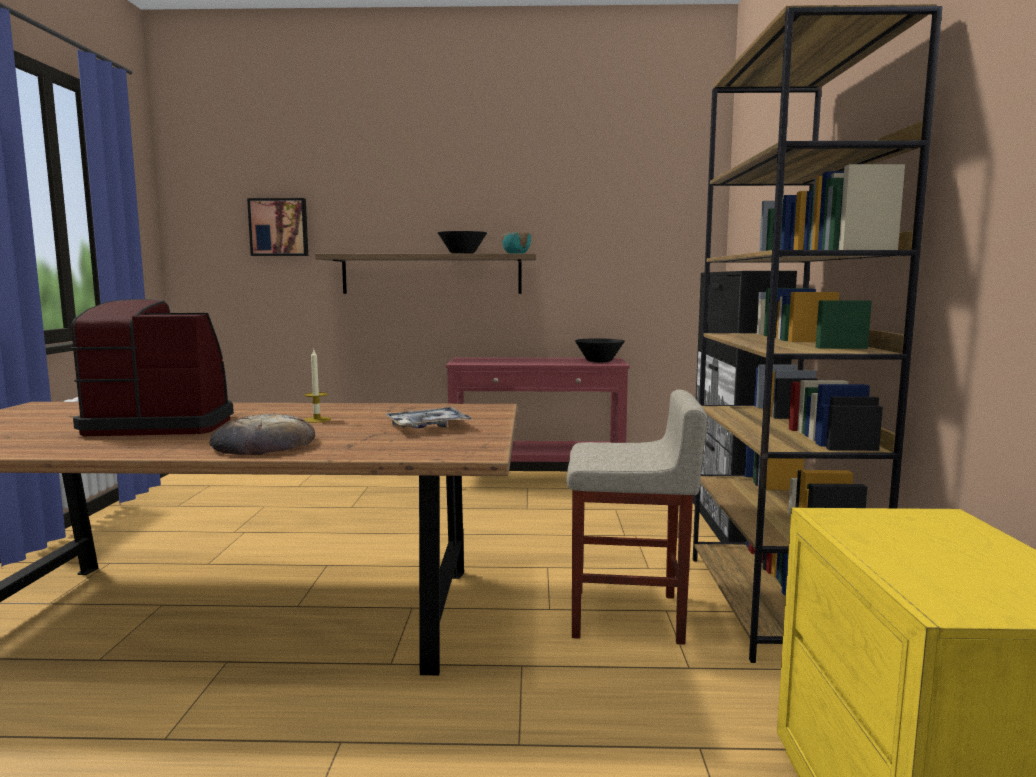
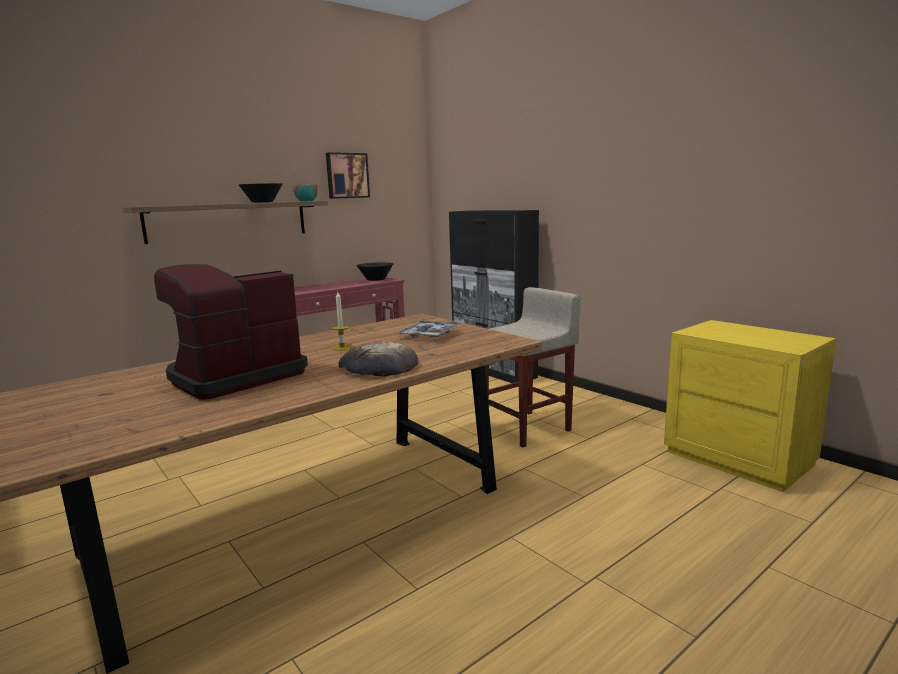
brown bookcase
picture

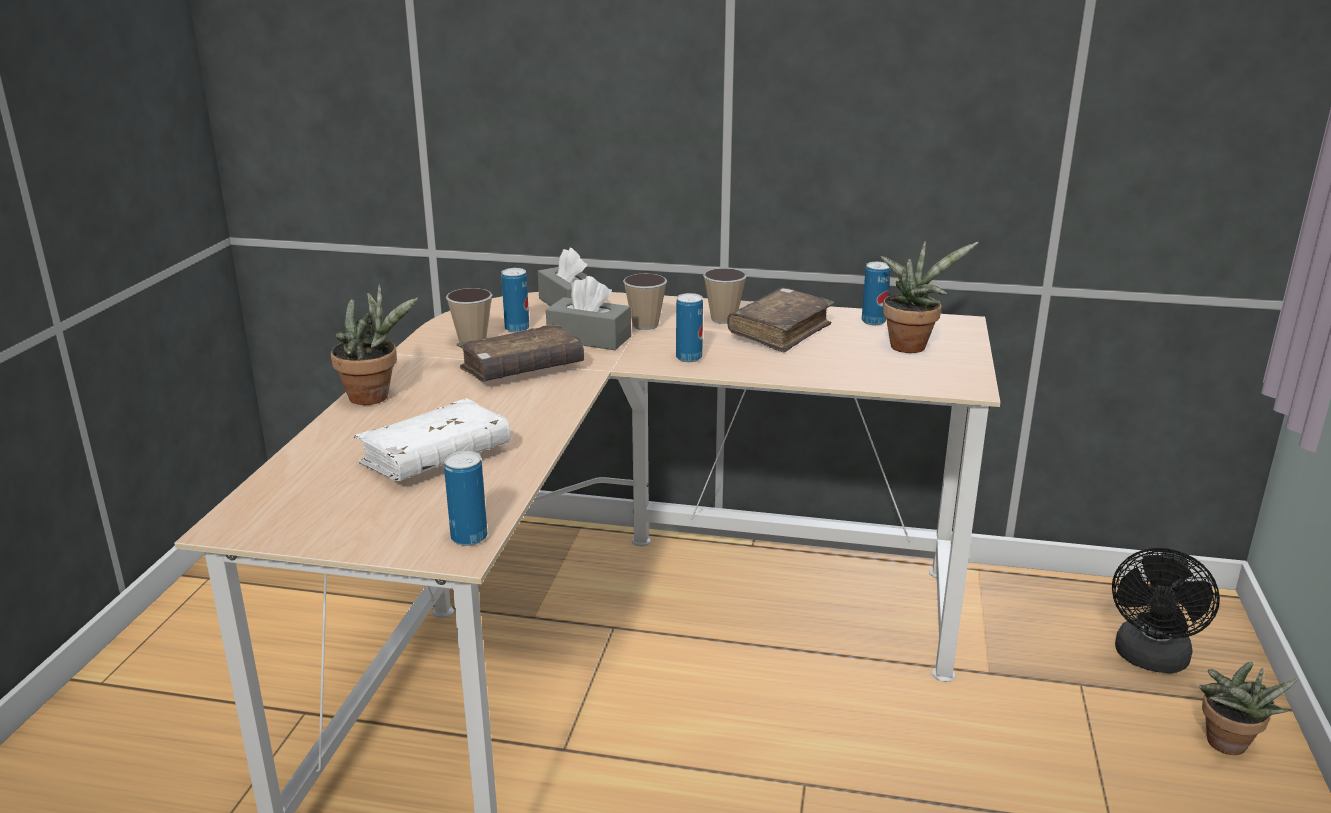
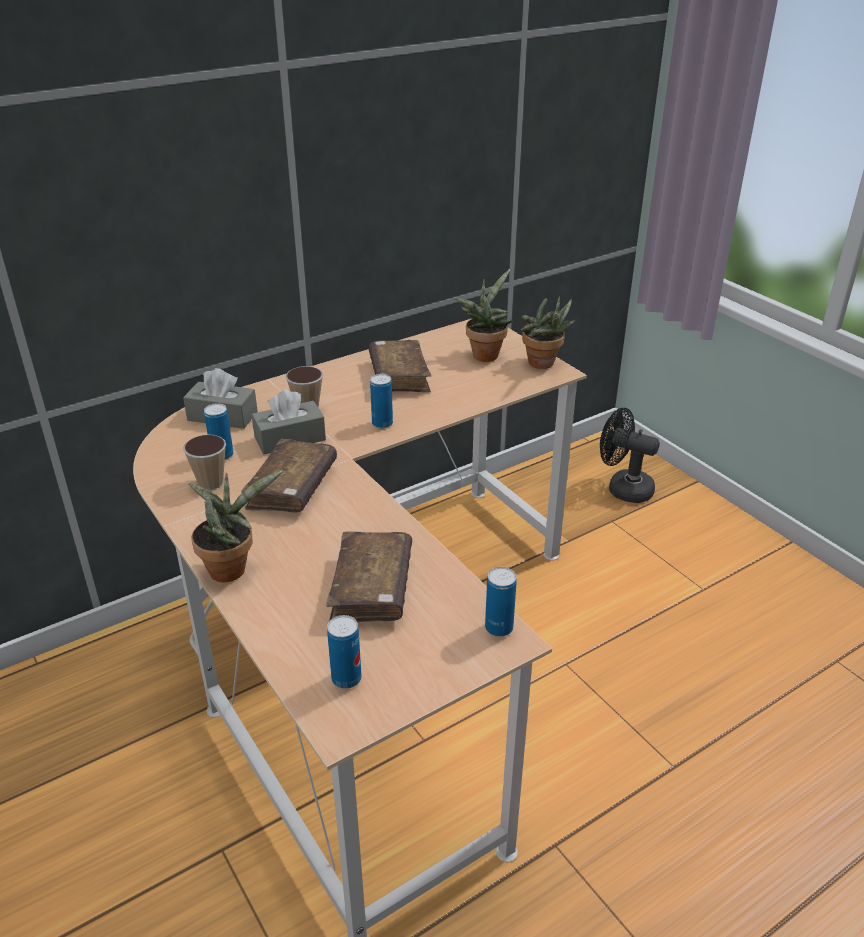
cup (no. 3 from left in the first image)
can (no. 2 from left)
potted plant (no. 3 from left)
brown book (no. 2 from left)
black fan

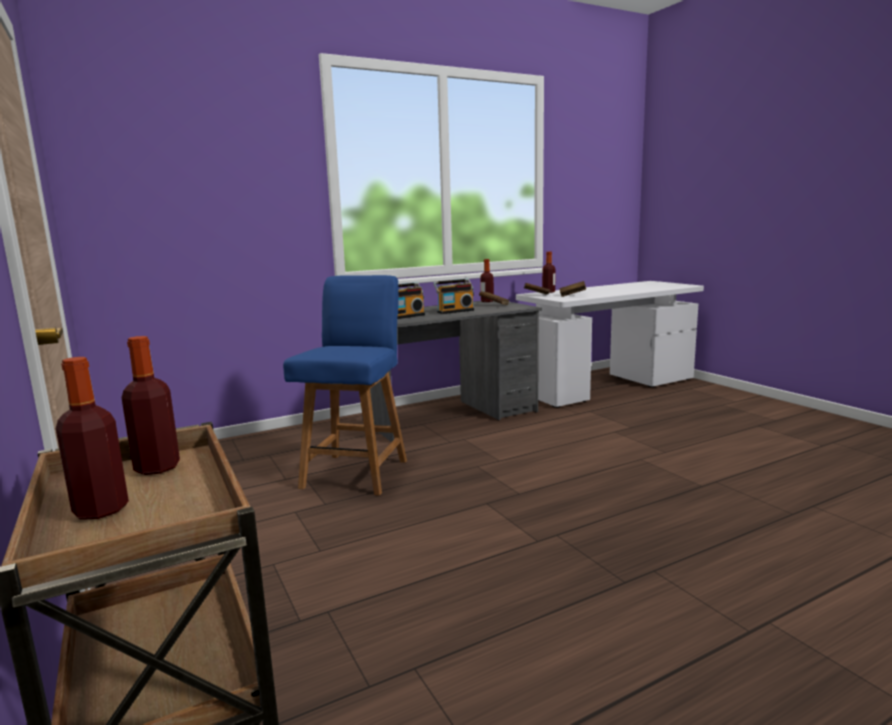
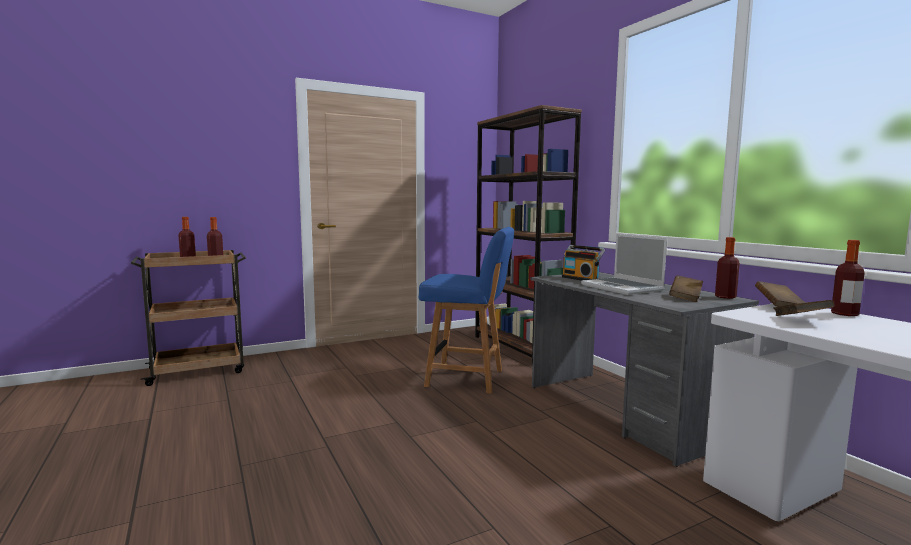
brown bookcase
laptop

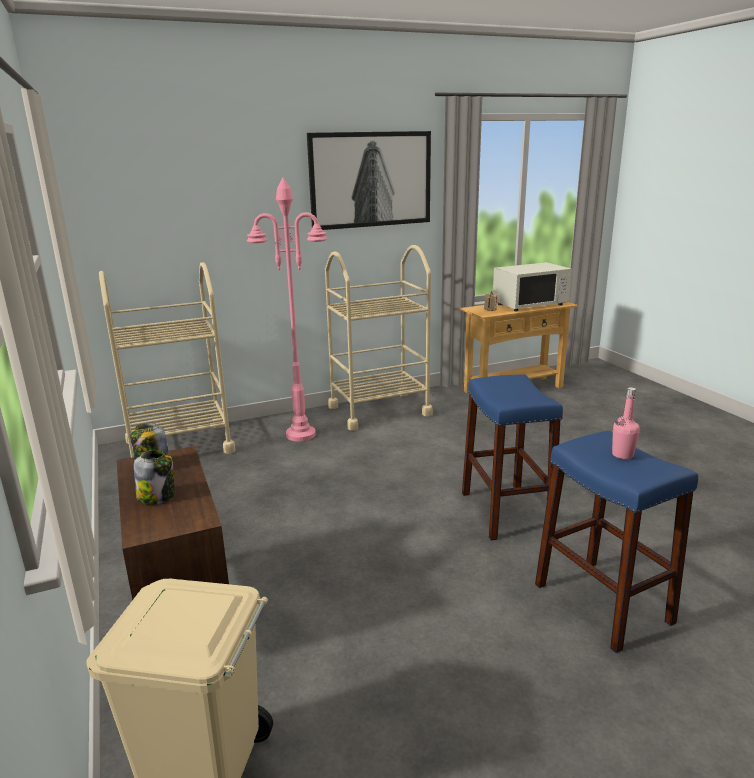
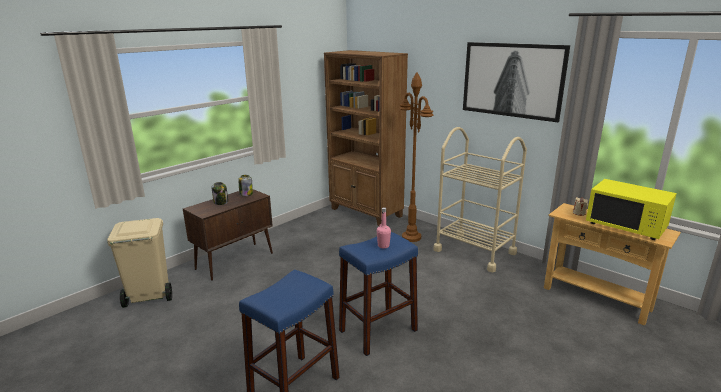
pink bottle
brown bookcase
brown floor lamp
yellow microwave

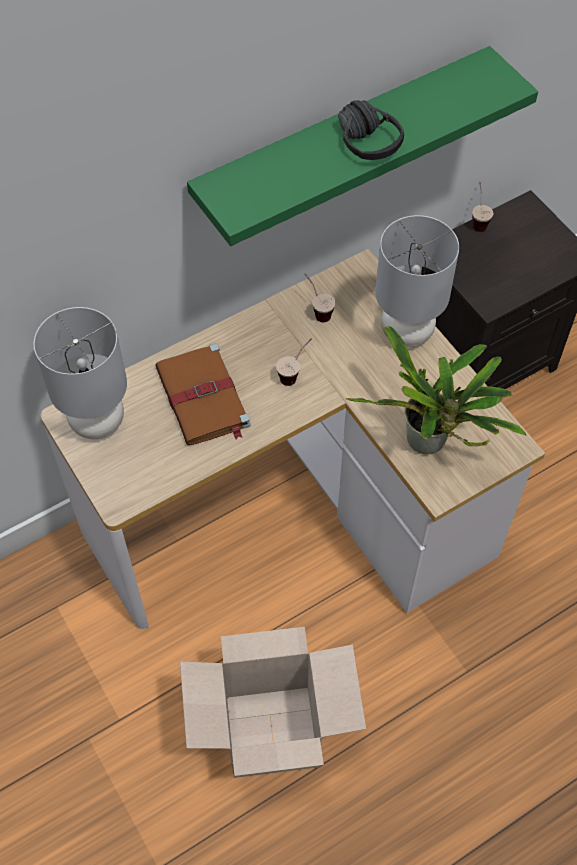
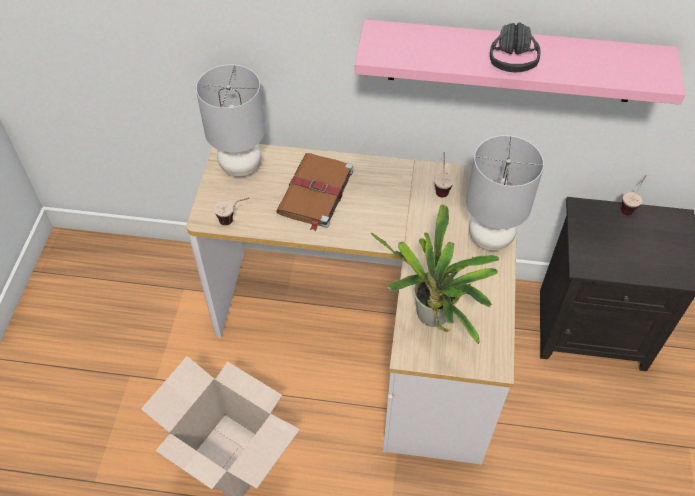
cup (no. 1 from left)
pink shelf

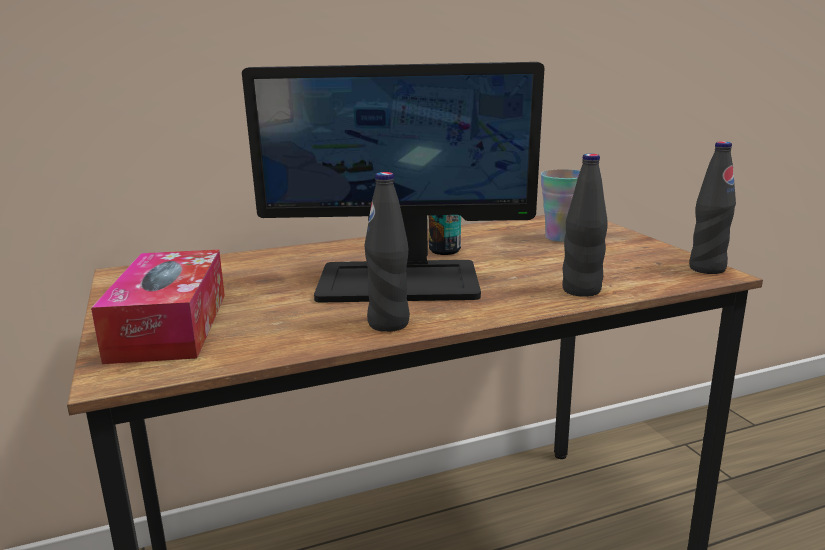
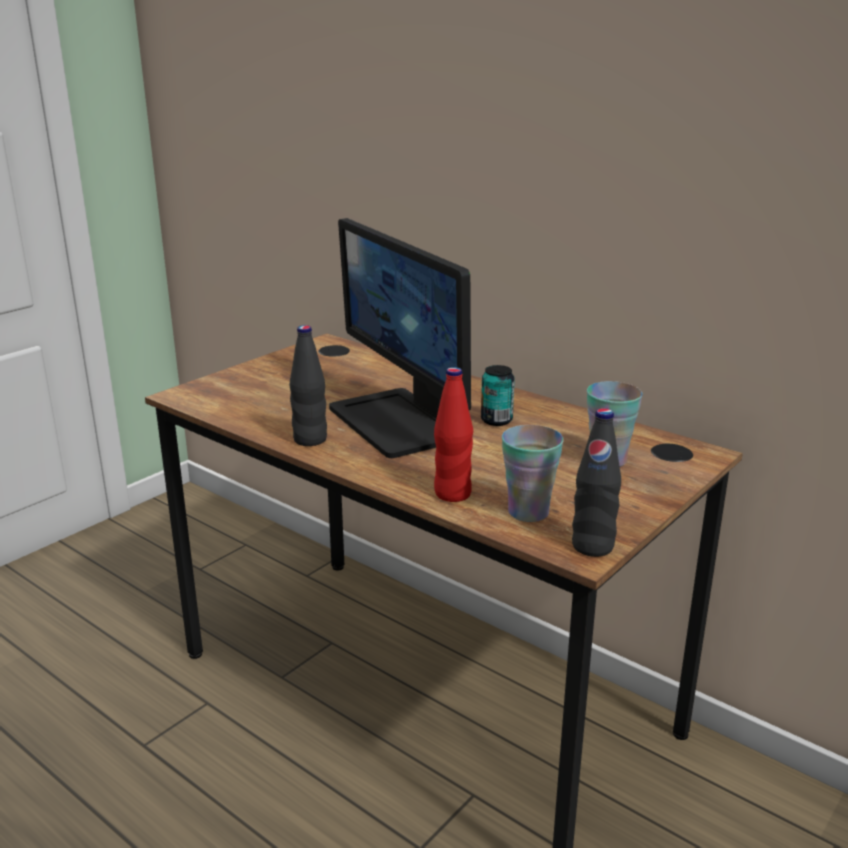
tissue box
cup (no. 1 from left)
red bottle

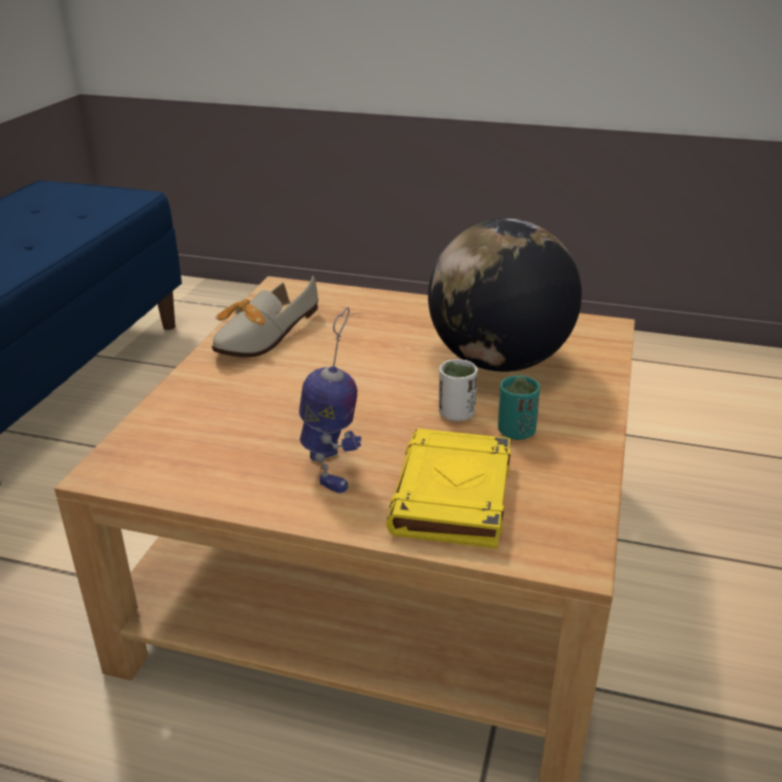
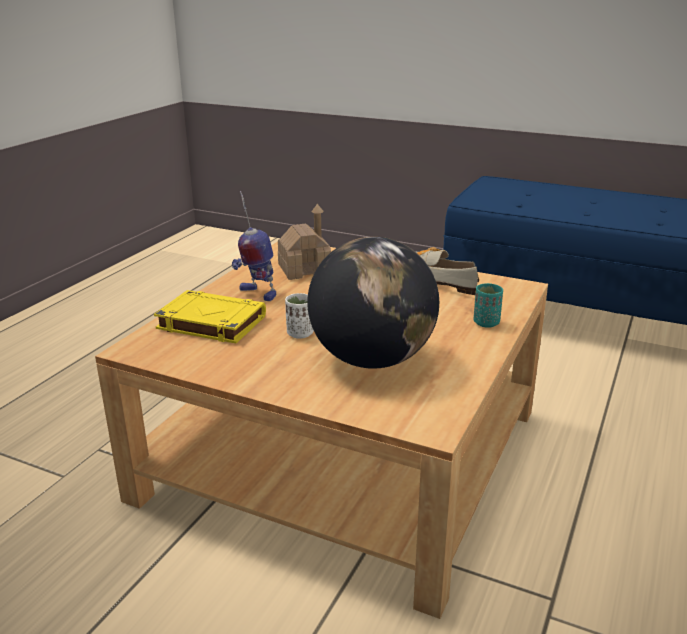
toy house
turquoise cup
toy robot

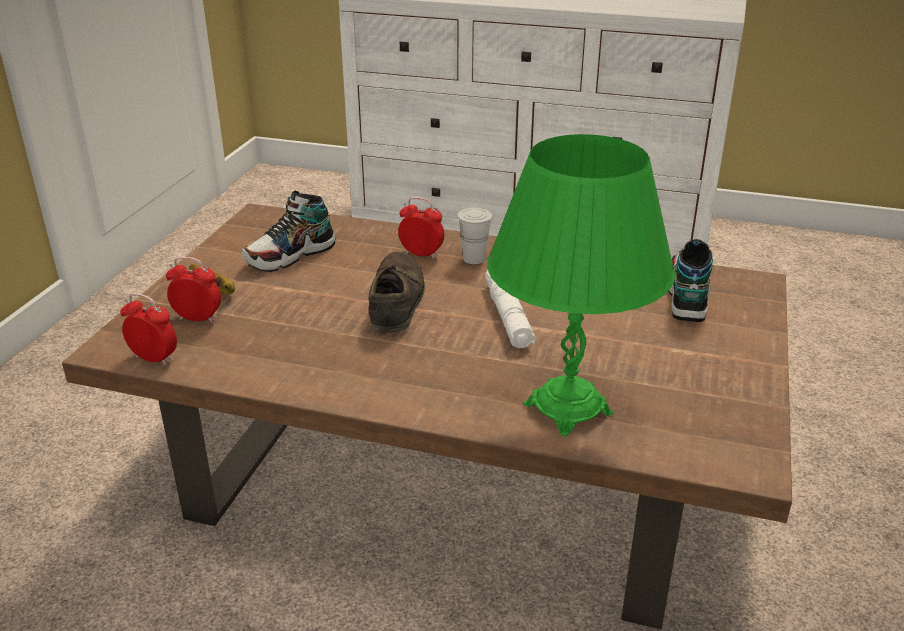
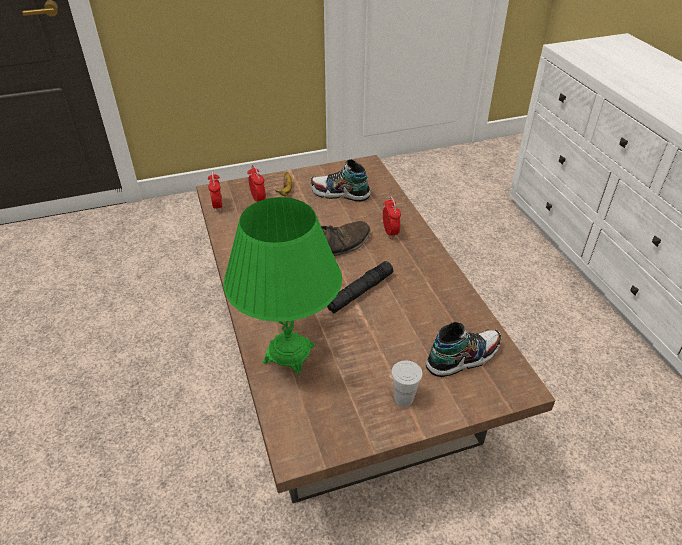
white cup
black flashlight

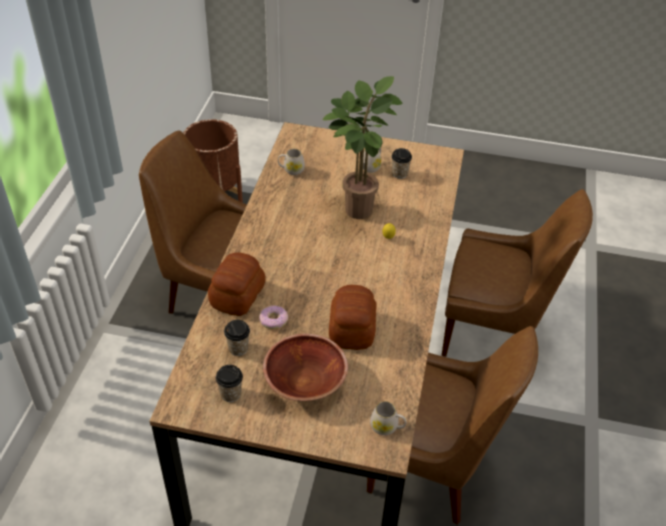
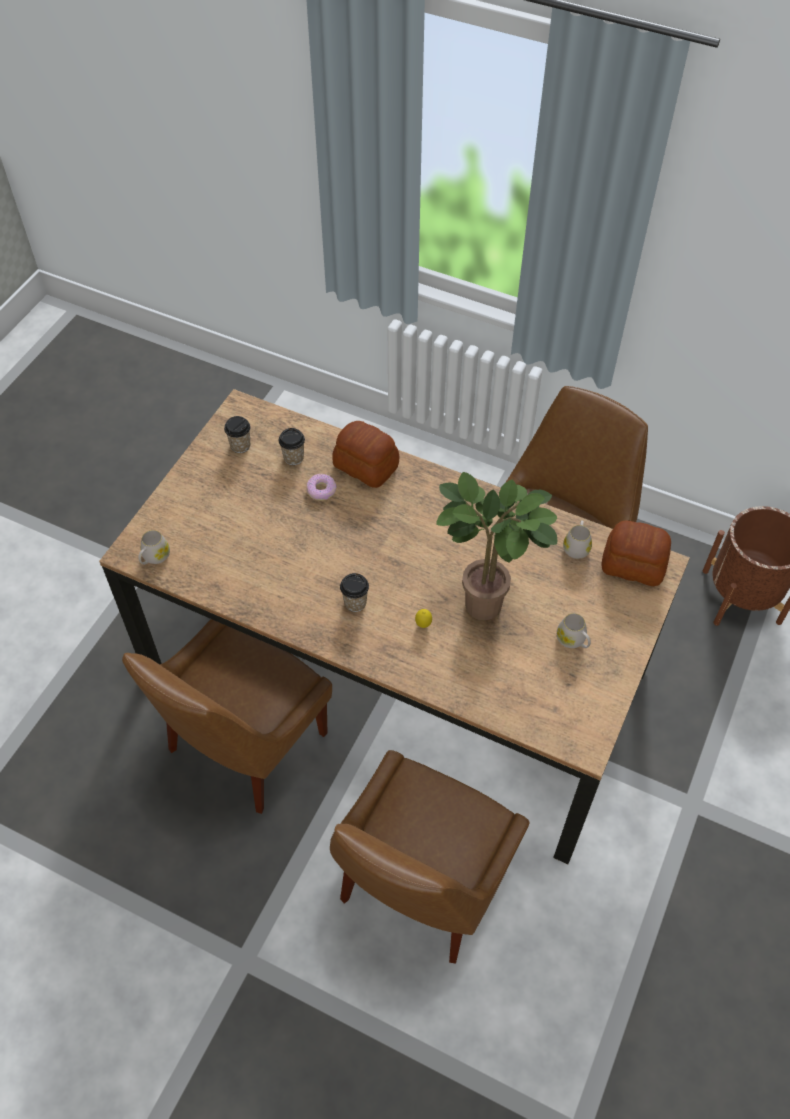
brown bowl
bread (no. 2 from left)
cup (no. 3 from left)

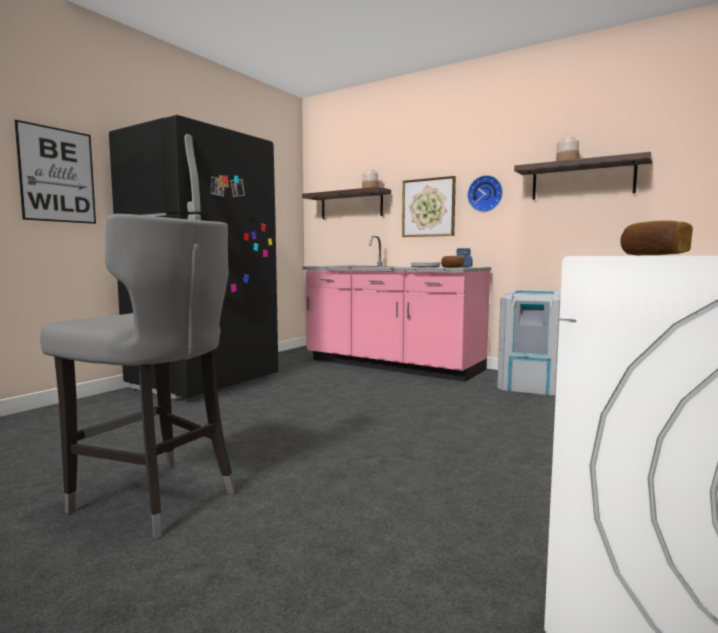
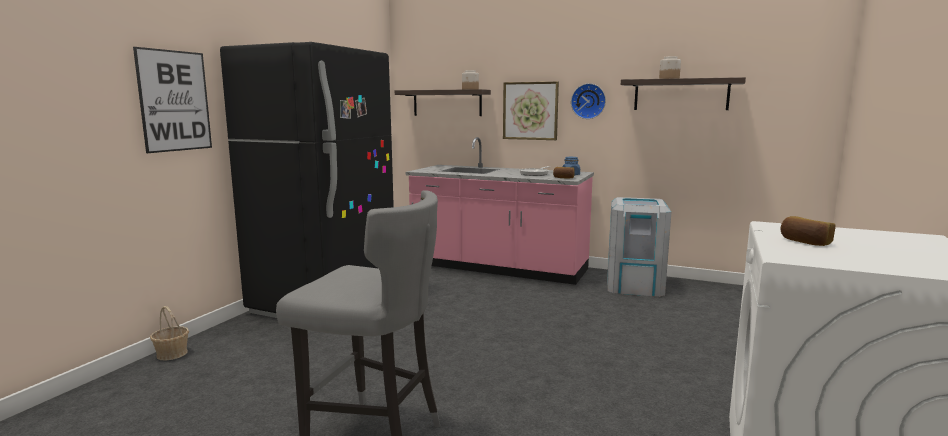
basket

